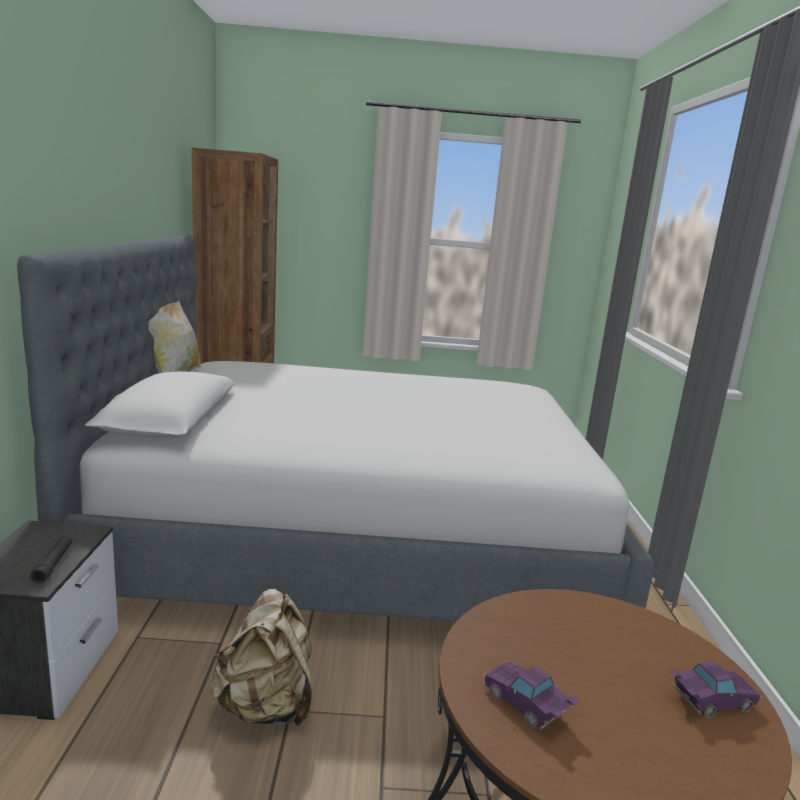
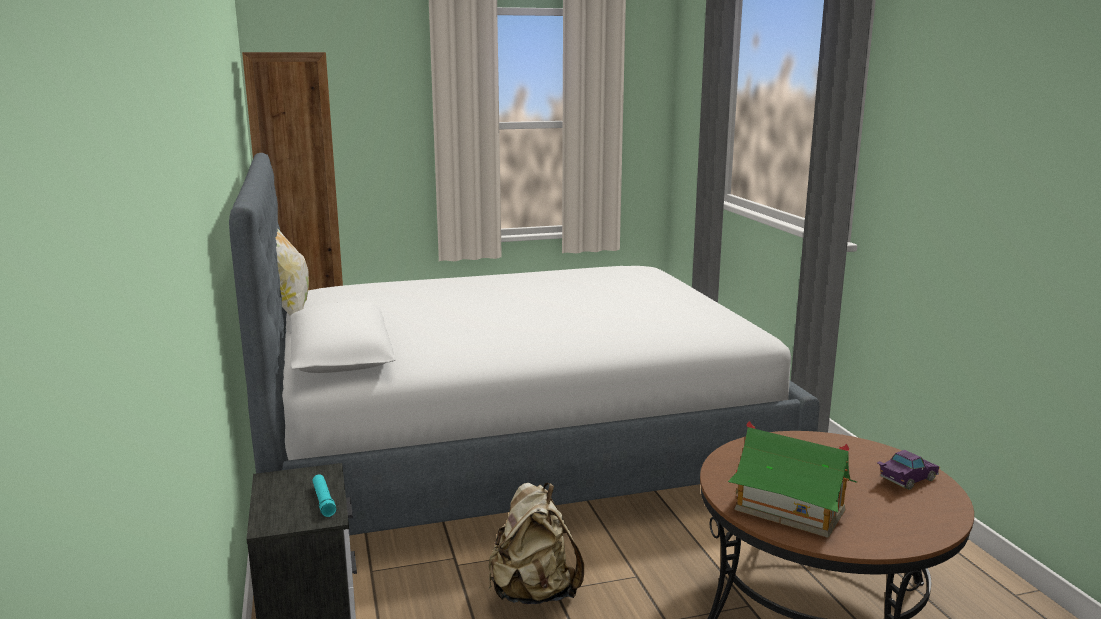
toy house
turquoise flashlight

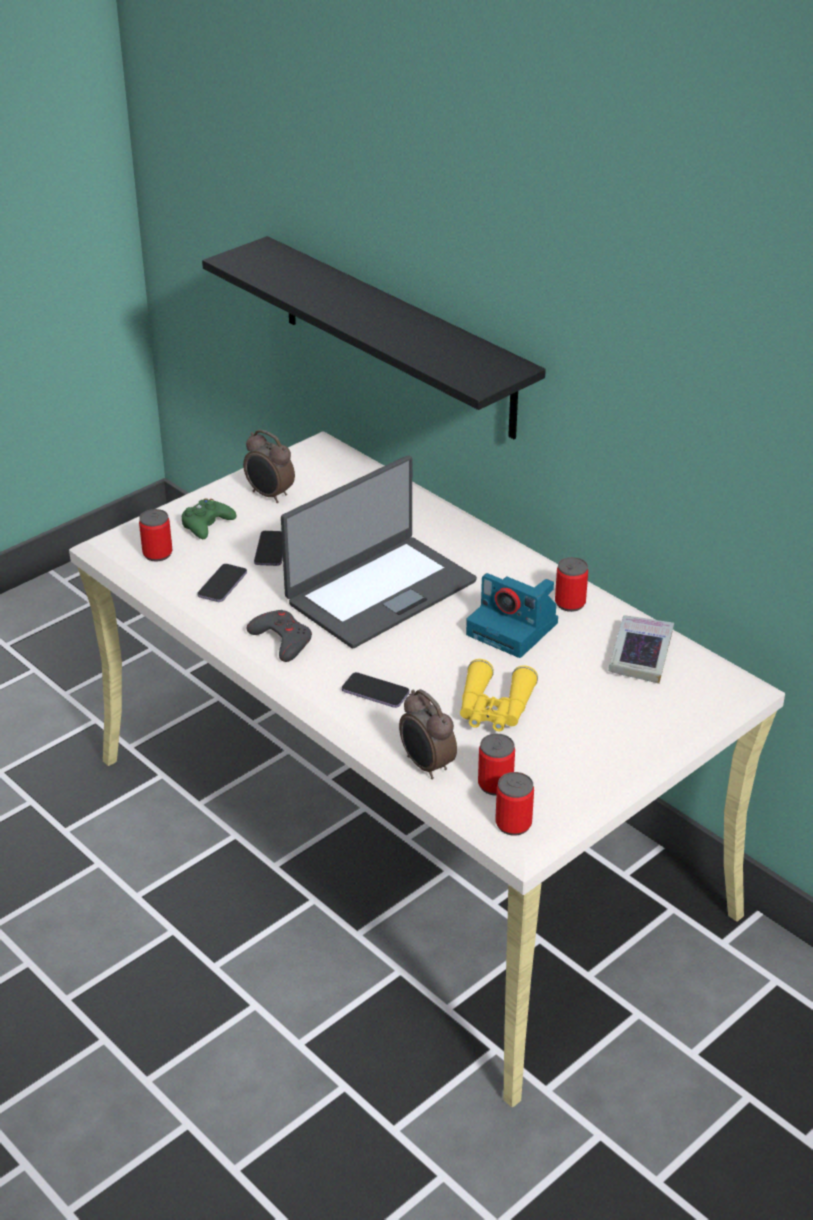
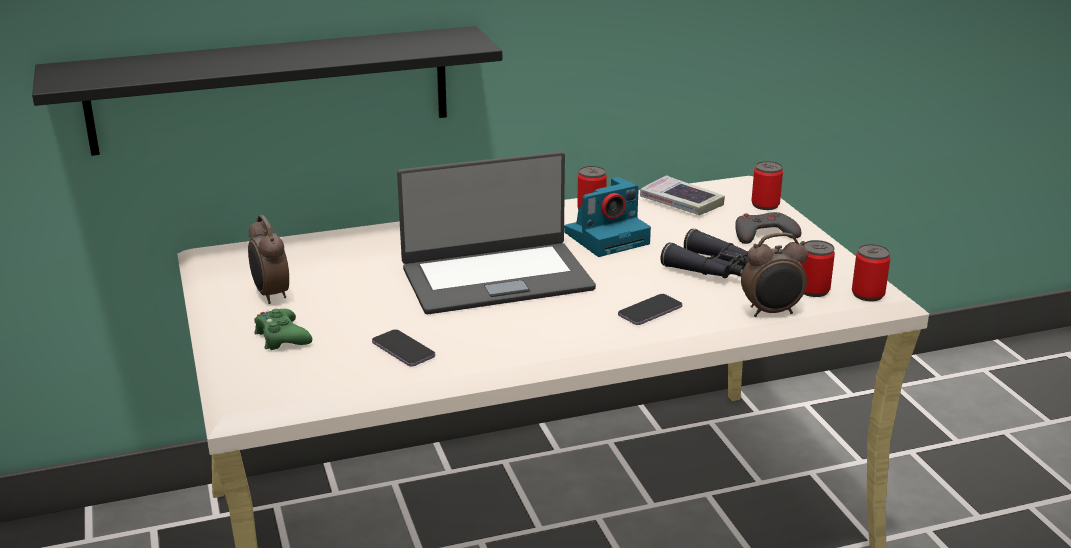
phone (no. 2 from left in the first image)
can (no. 2 from left)
grey game controller
black binoculars
alarm clock (no. 1 from left)
laptop

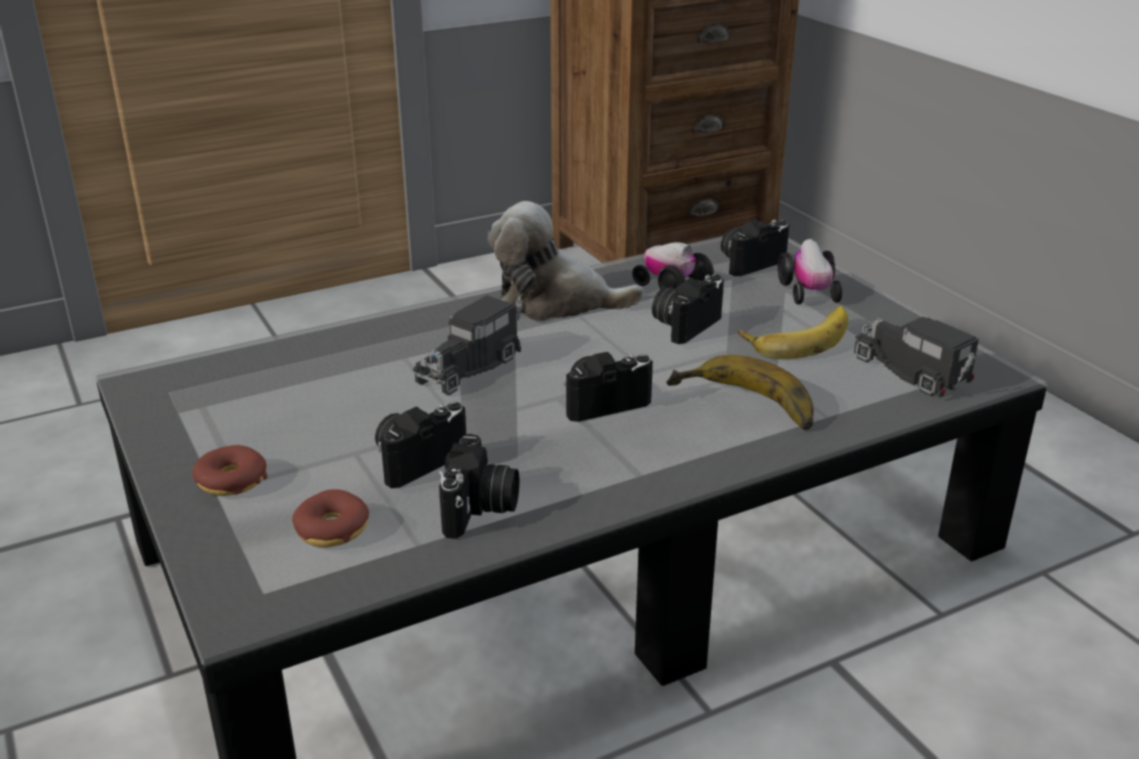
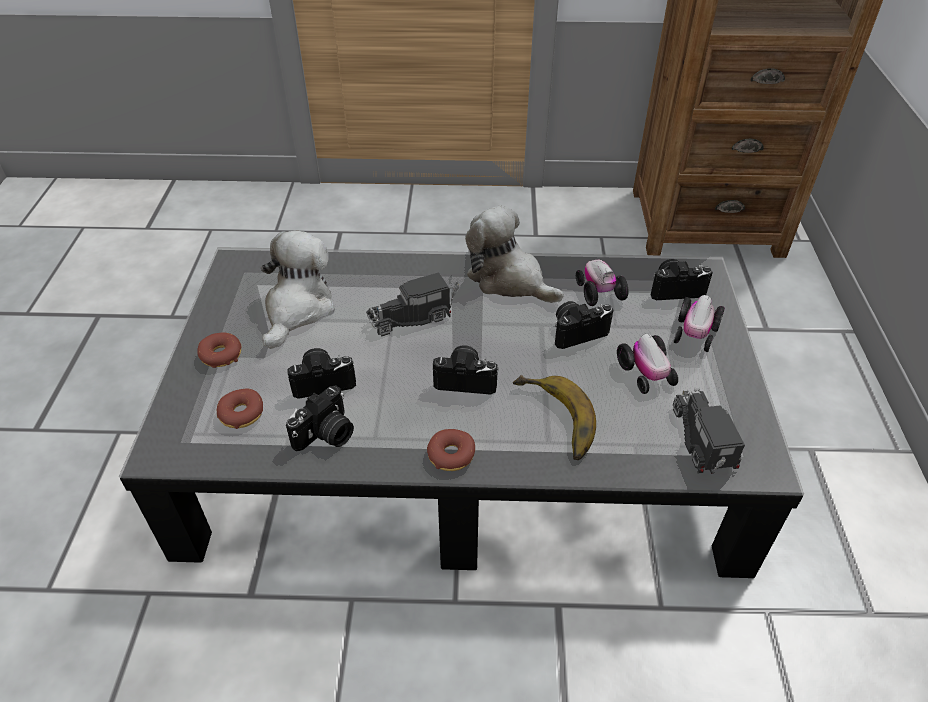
plush toy (no. 1 from left)
donut (no. 3 from left)
toy car (no. 2 from left)

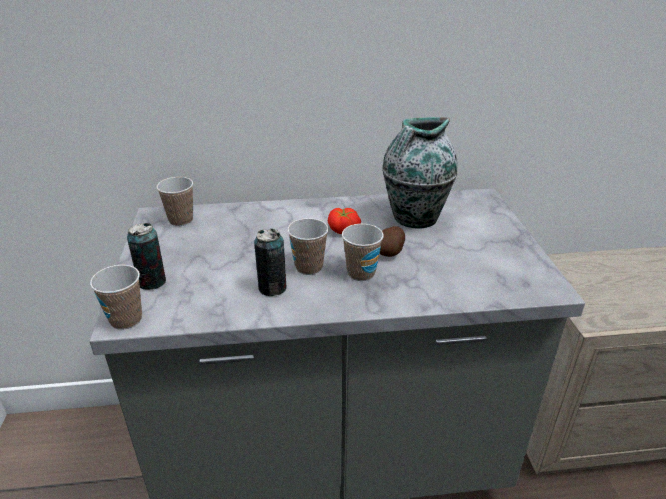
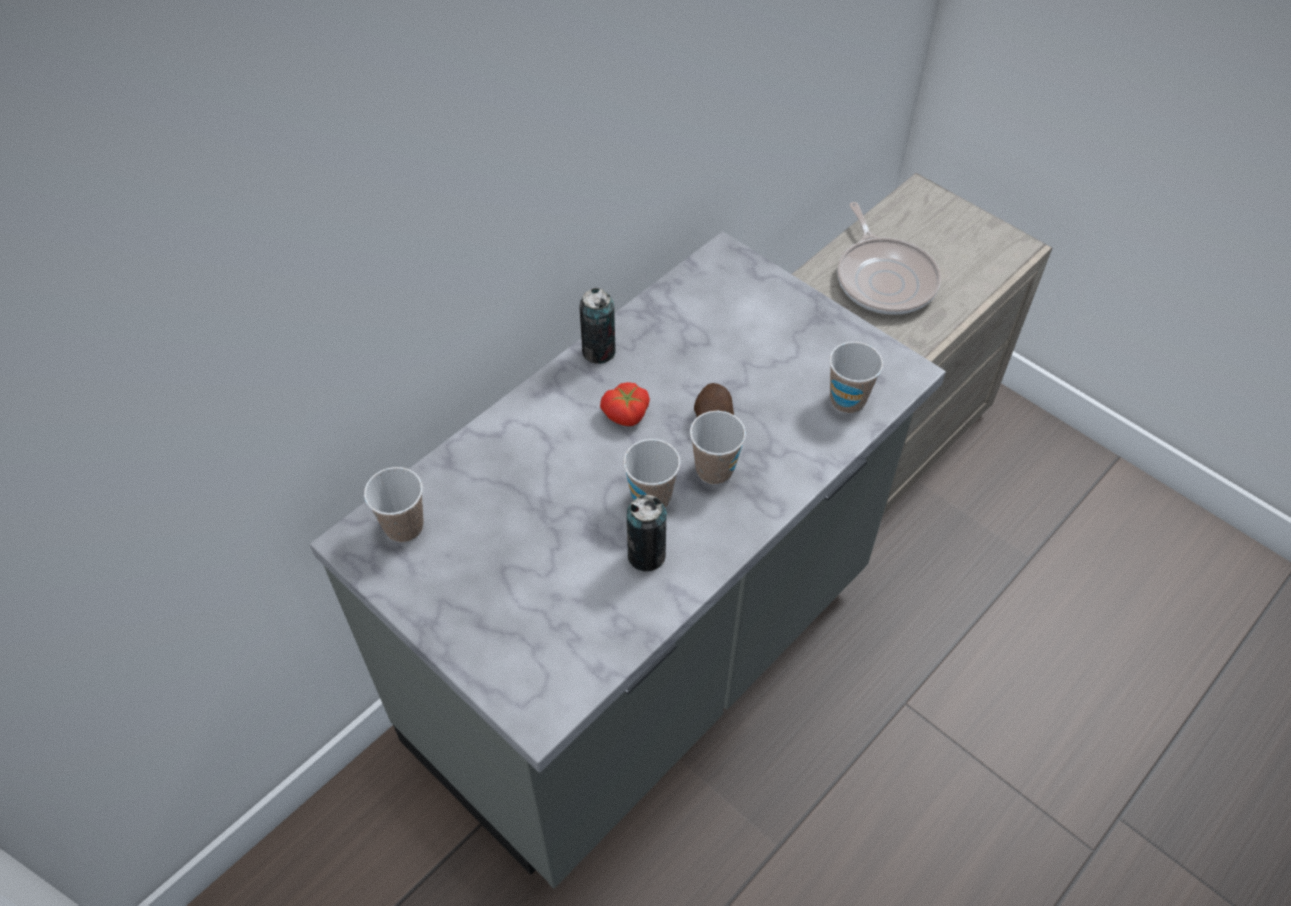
vase
frying pan
cup (no. 4 from left)
can (no. 1 from left)

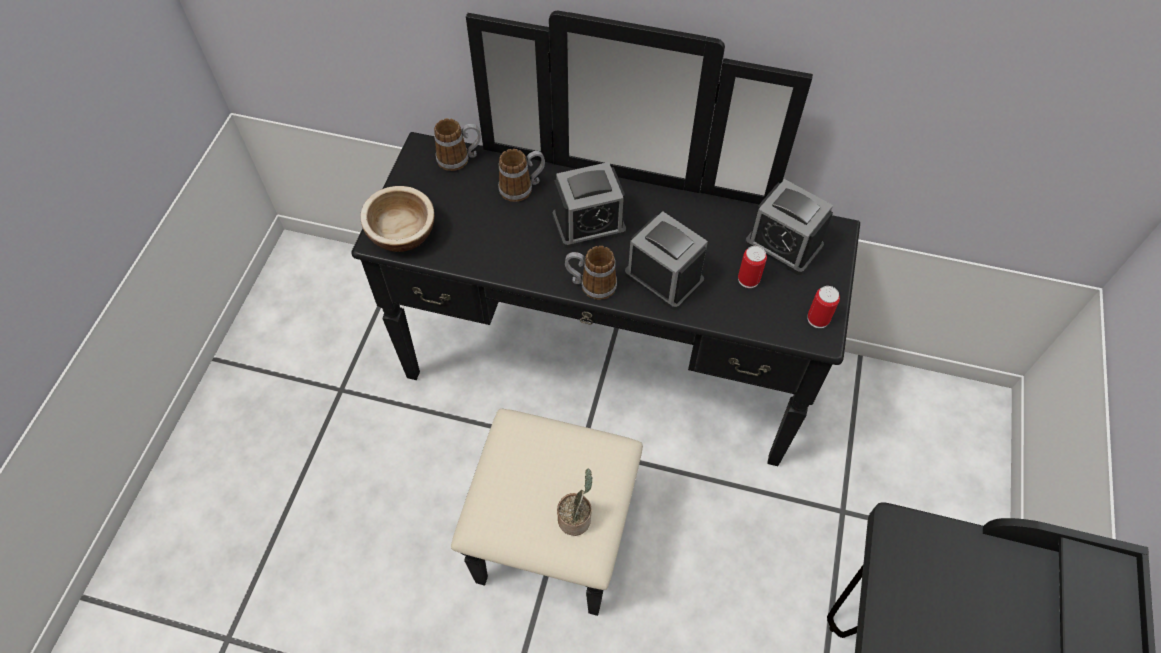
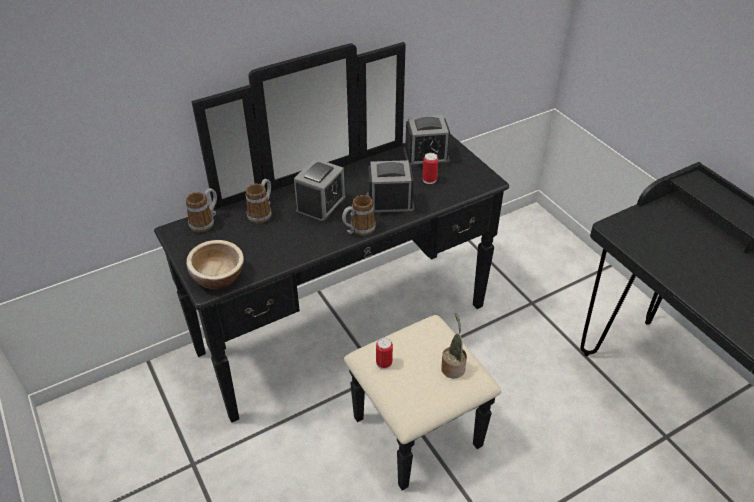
can (no. 1 from left)

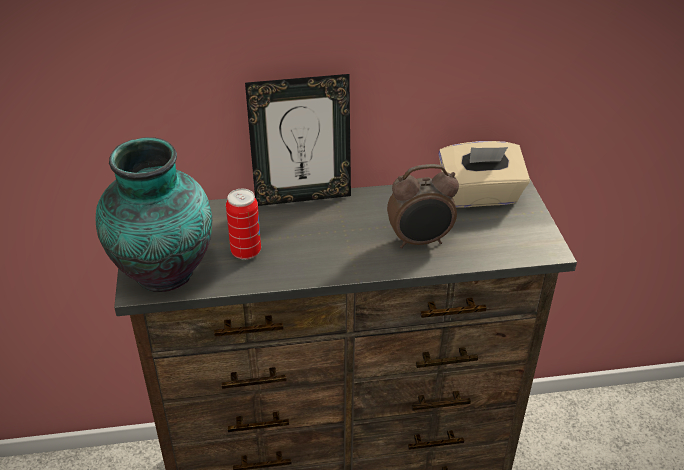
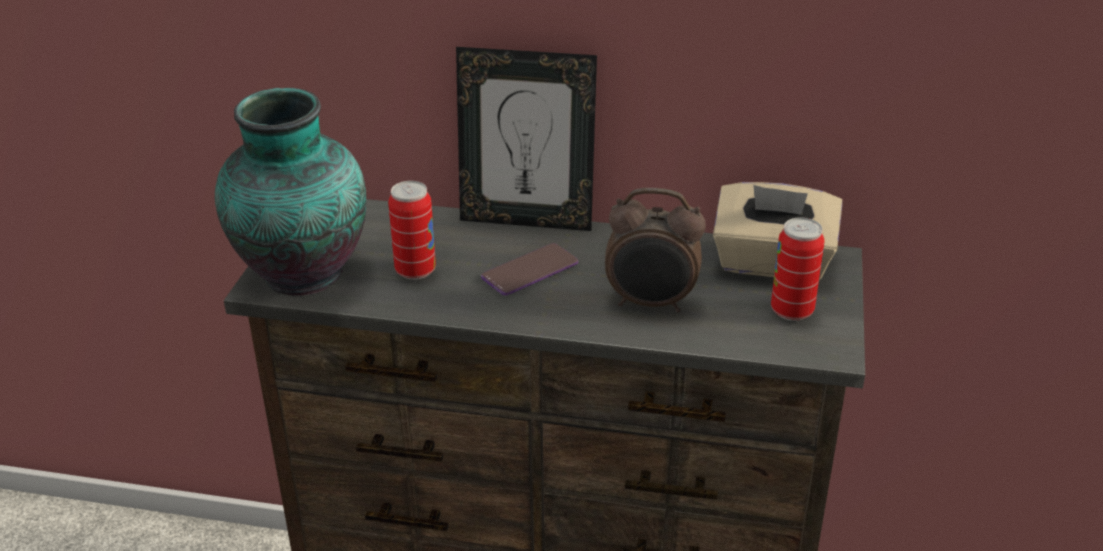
phone
can (no. 2 from left)

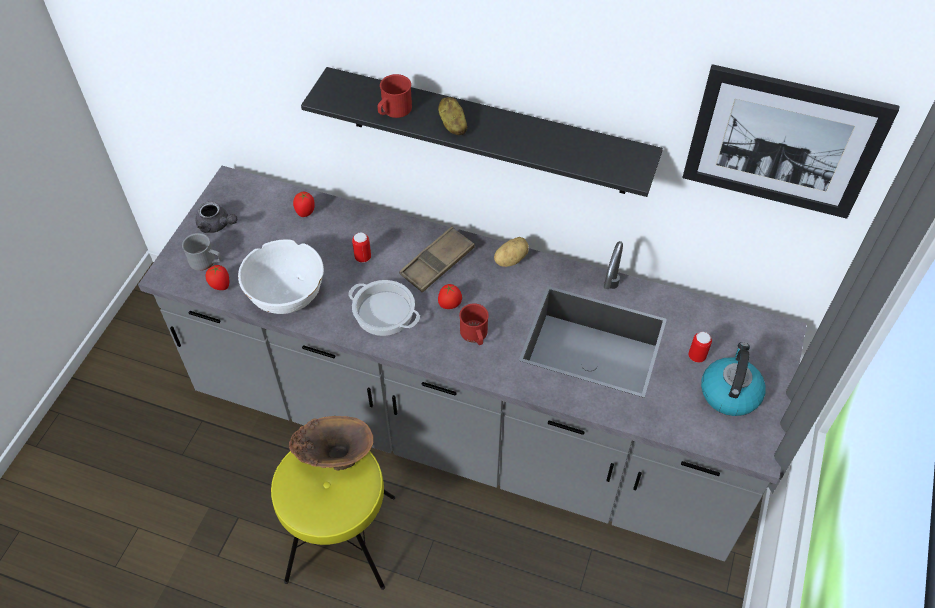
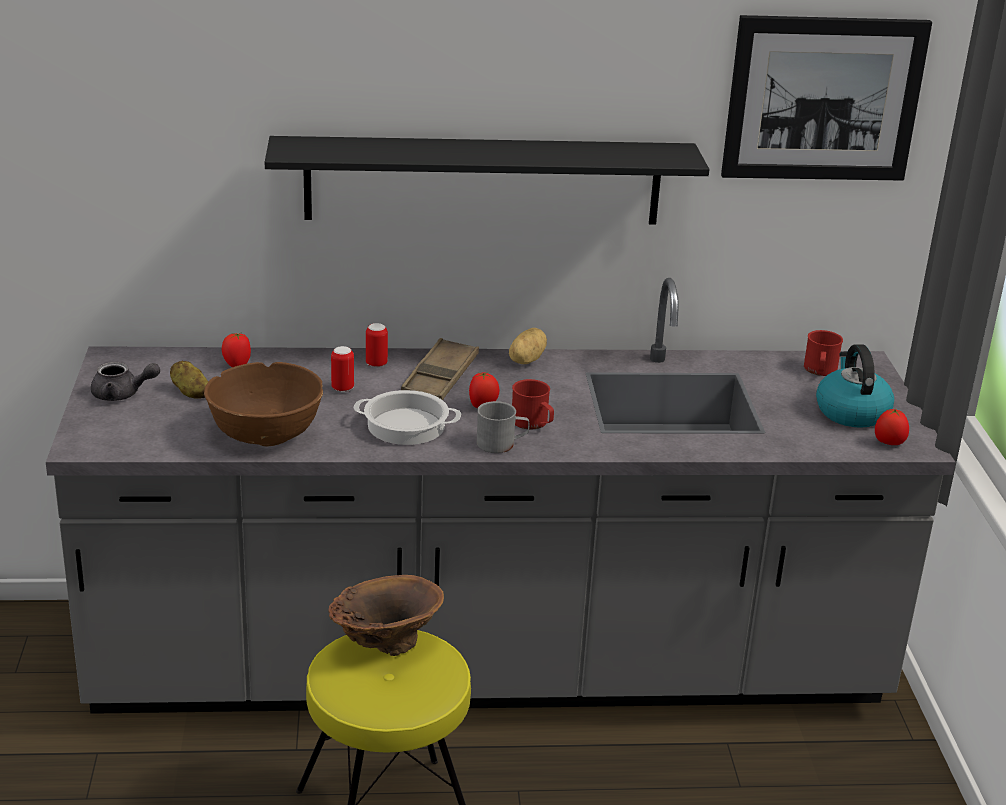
grey mug
tomato (no. 3 from left)
red mug (no. 2 from left)
potato (no. 1 from left)
can (no. 2 from left)
brown bowl

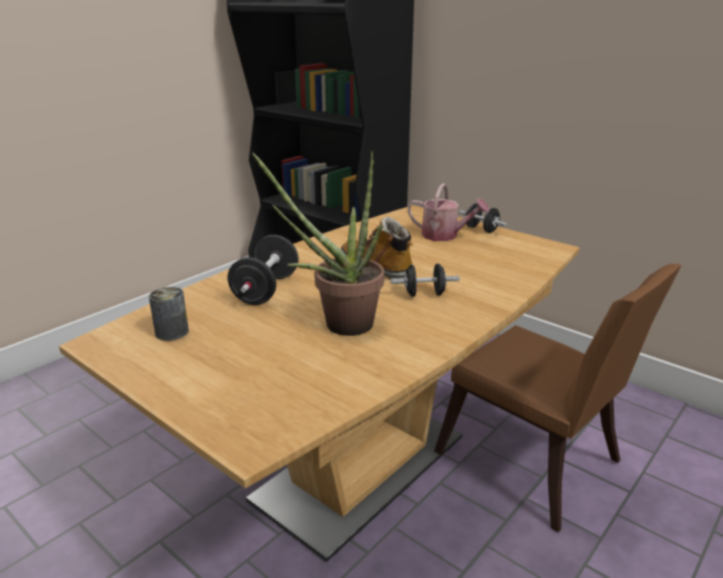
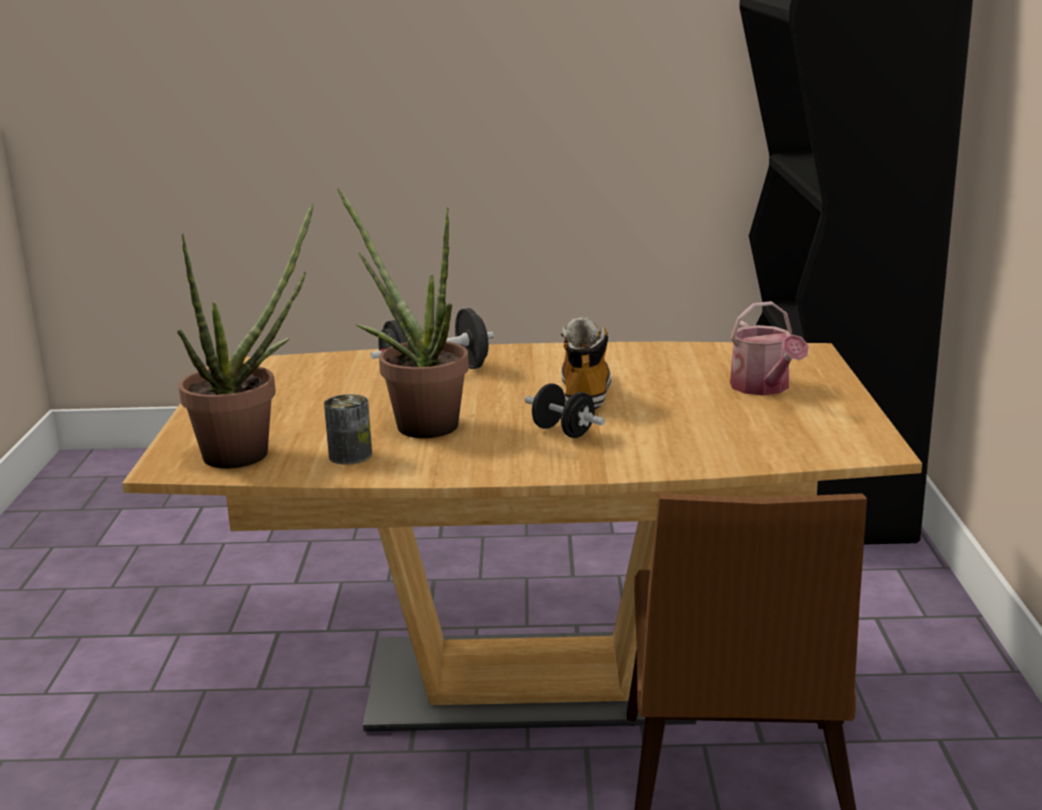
black dumbbell (no. 3 from left in the first image)
potted plant (no. 1 from left)
can

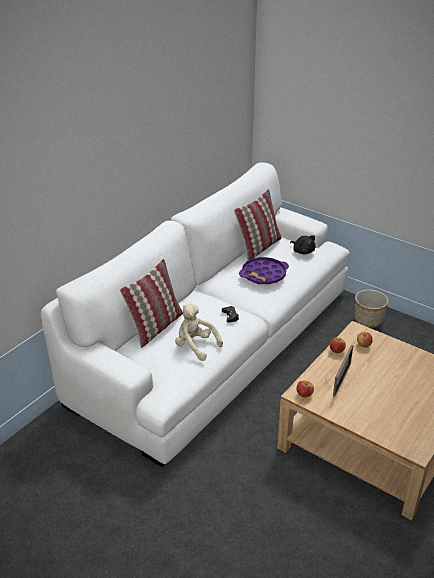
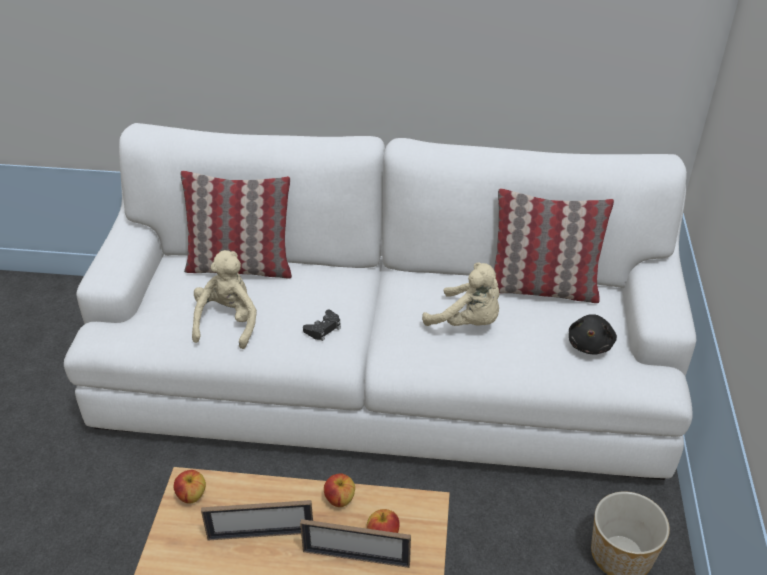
picture frame (no. 2 from left)
beige plush toy (no. 2 from left)

